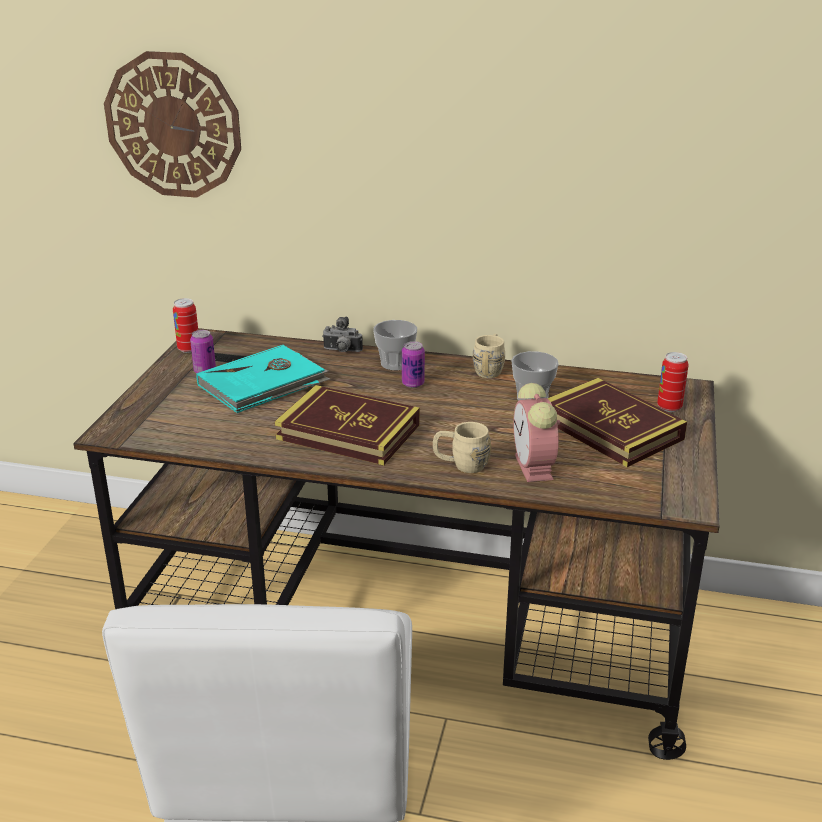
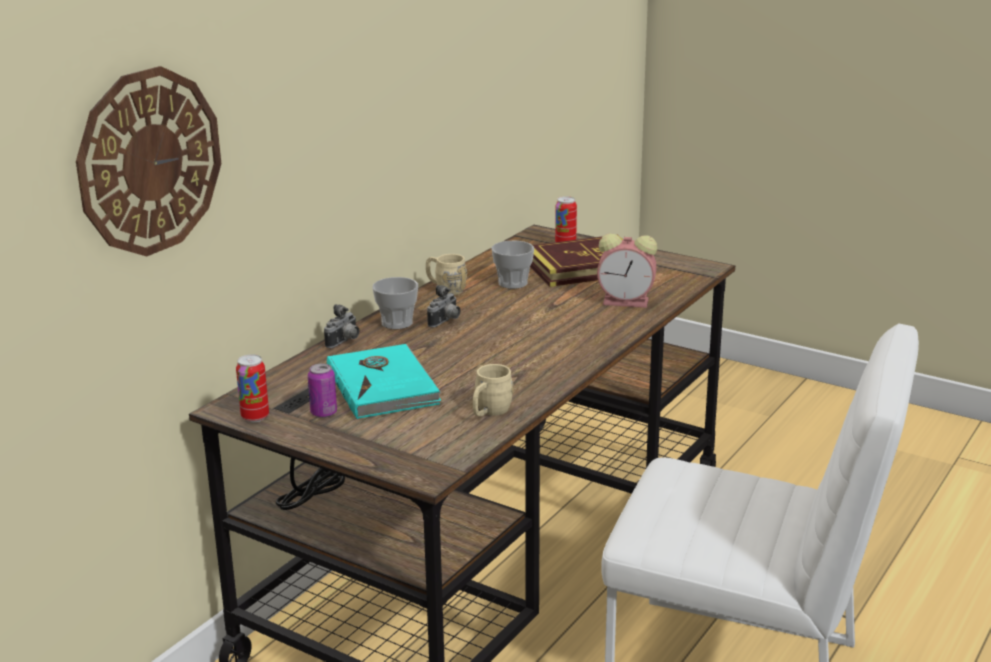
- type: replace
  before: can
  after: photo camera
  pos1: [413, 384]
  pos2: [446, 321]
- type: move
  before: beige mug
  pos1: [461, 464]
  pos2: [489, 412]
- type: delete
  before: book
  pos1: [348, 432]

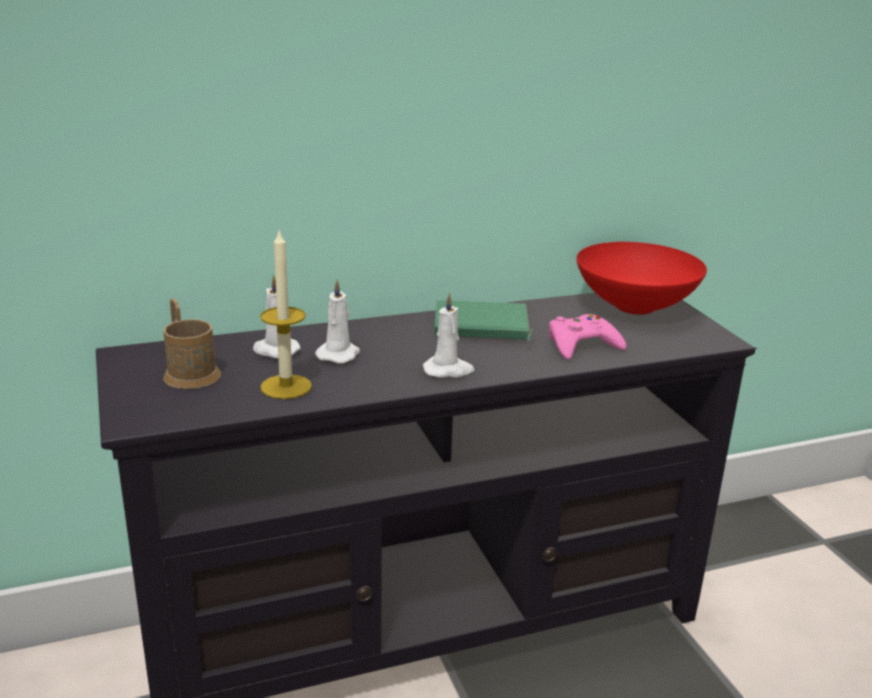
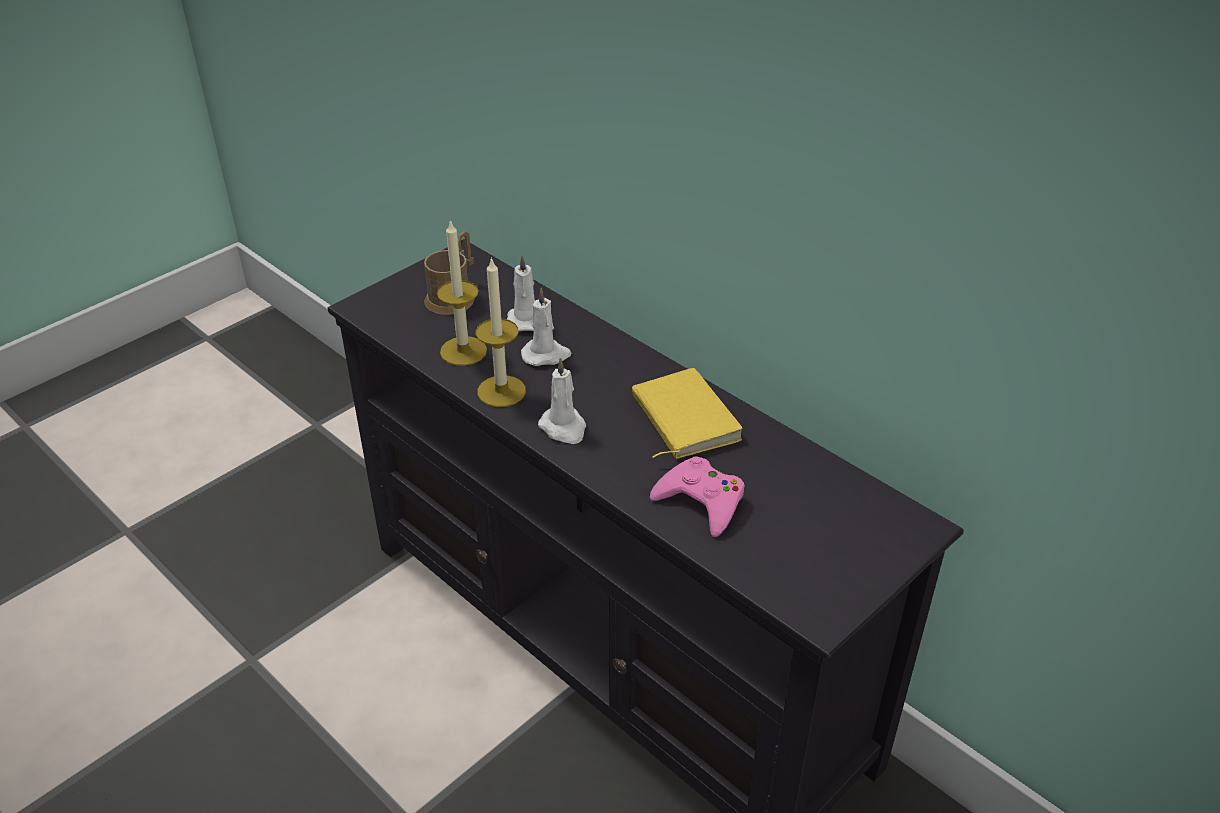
- type: insert
  after: candle
  pos2: [501, 391]
- type: recolor
  before: green book
  after: yellow book
  pos1: [481, 328]
  pos2: [681, 419]
- type: delete
  before: red bowl
  pos1: [636, 307]

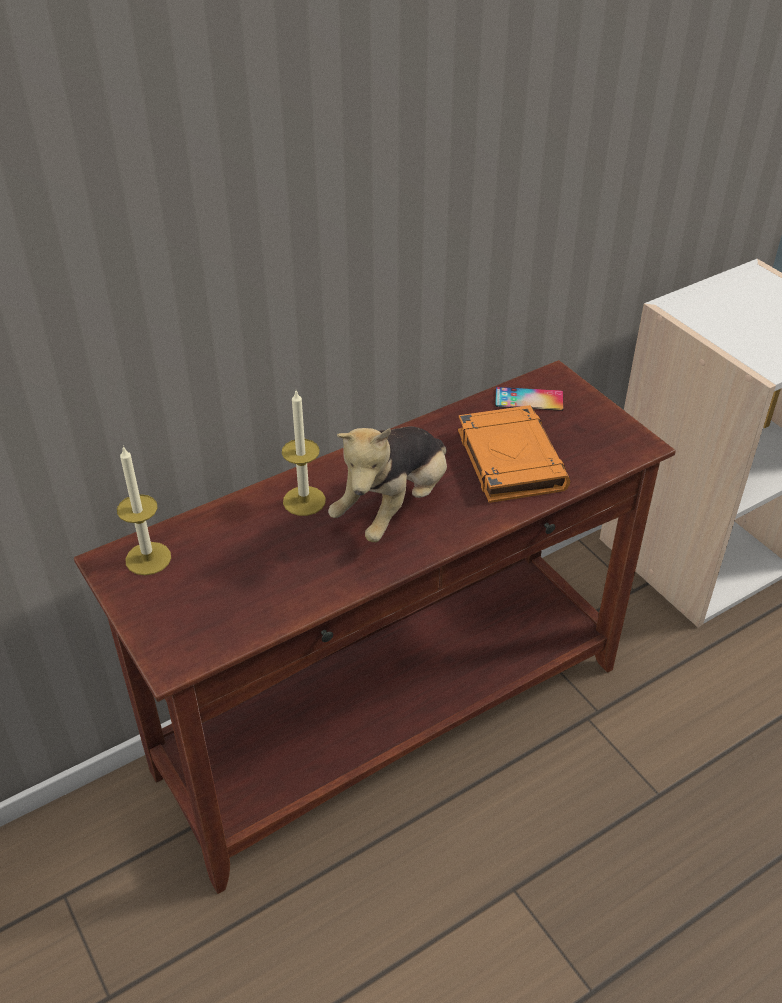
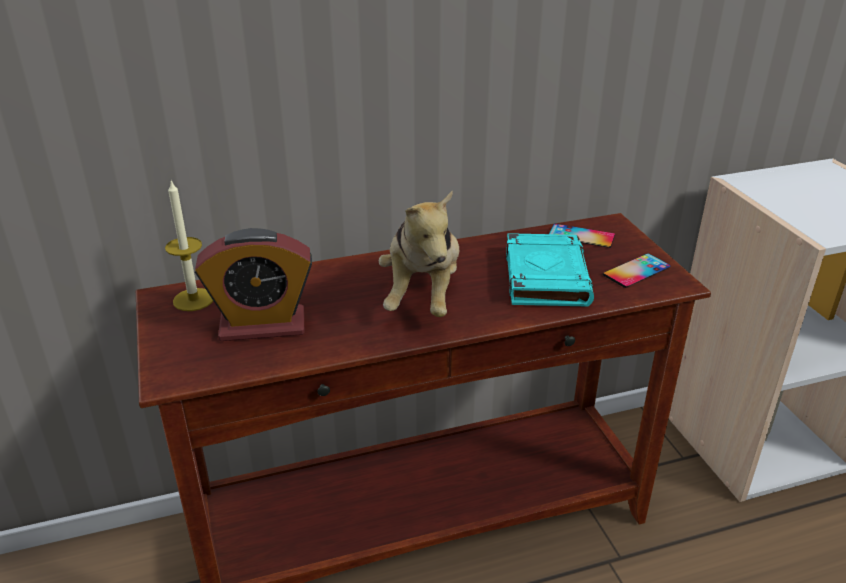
- type: insert
  after: alarm clock
  pos2: [262, 325]
- type: rotate
  before: plush toy
  pos1: [394, 507]
  pos2: [423, 295]
  turn: -45
- type: recolor
  before: orange book
  after: turquoise book
  pos1: [509, 459]
  pos2: [545, 276]
- type: insert
  after: phone
  pos2: [636, 271]
- type: delete
  before: candle
  pos1: [304, 501]

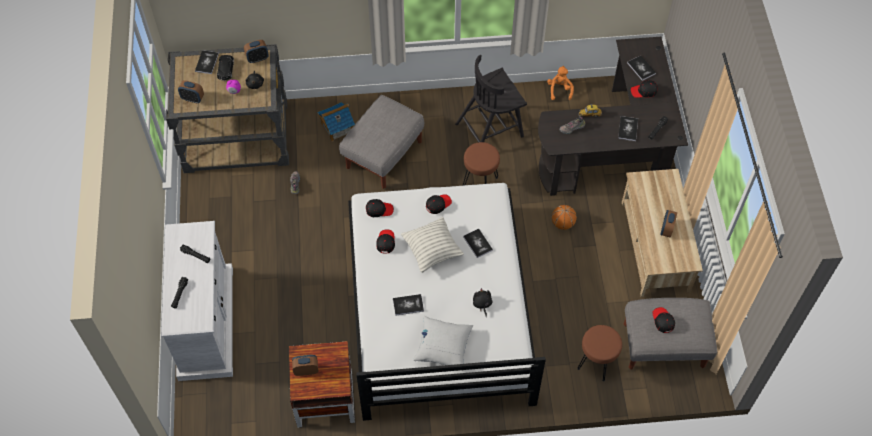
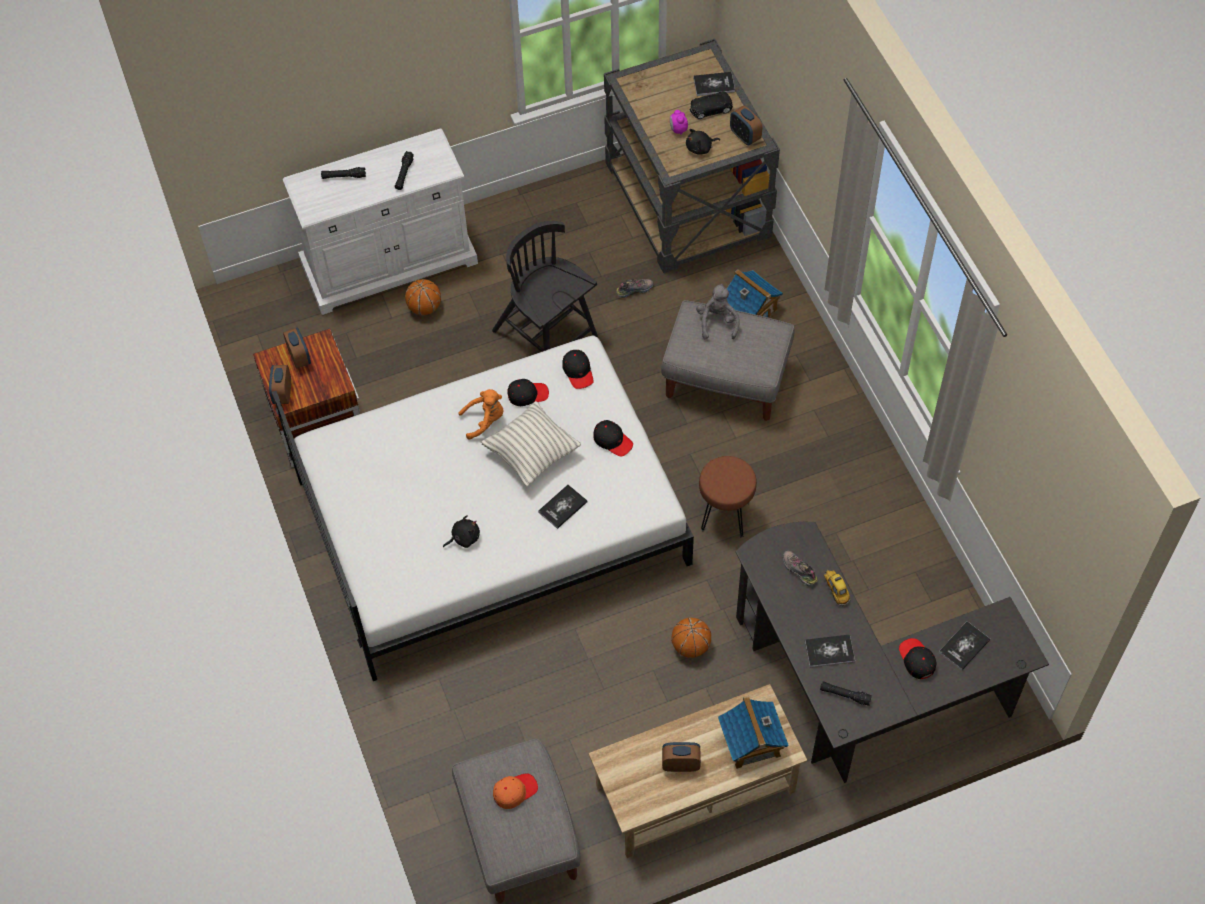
- type: move
  before: alarm clock
  pos1: [192, 99]
  pos2: [282, 394]
- type: insert
  after: basketball
  pos2: [424, 307]
- type: move
  before: orange plush toy
  pos1: [559, 90]
  pos2: [485, 420]
- type: move
  before: black chair
  pos1: [490, 129]
  pos2: [547, 336]
- type: recolor
  before: black cap
  after: orange cap
  pos1: [662, 321]
  pos2: [514, 791]
- type: insert
  after: grey plush toy
  pos2: [717, 322]
- type: insert
  after: toy house
  pos2: [751, 742]
- type: delete
  before: book
  pos1: [408, 305]
- type: delete
  before: grey pillow
  pos1: [443, 347]
- type: delete
  before: brown stool
  pos1: [596, 364]

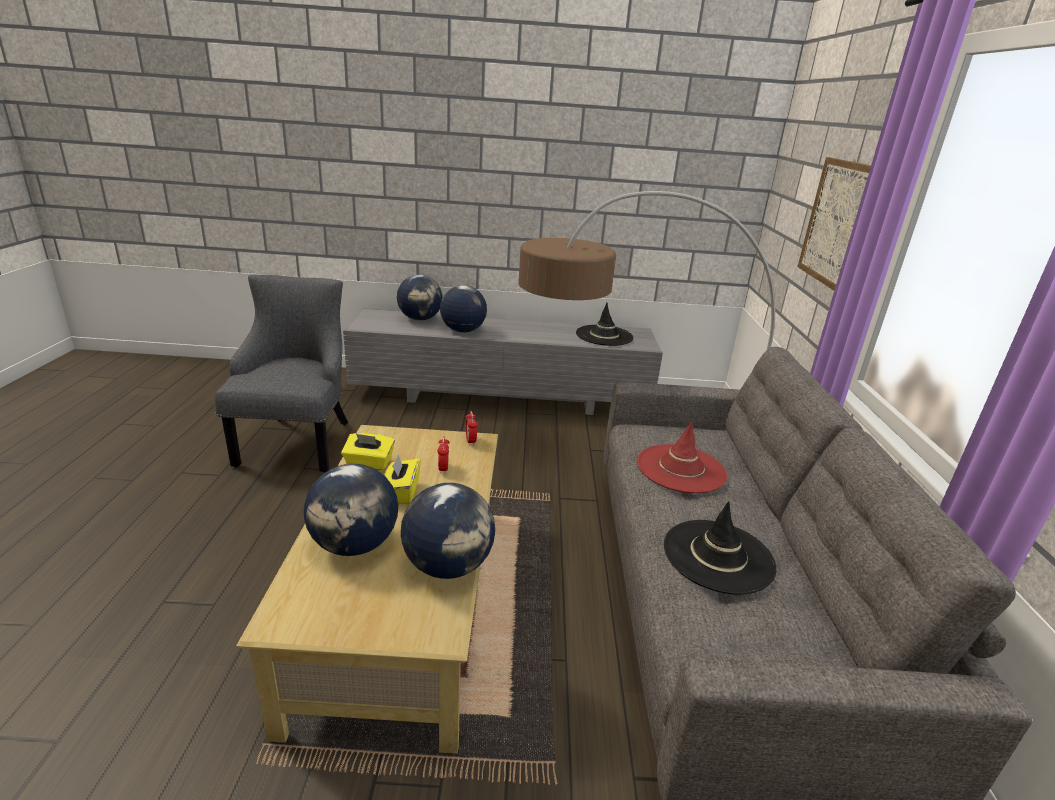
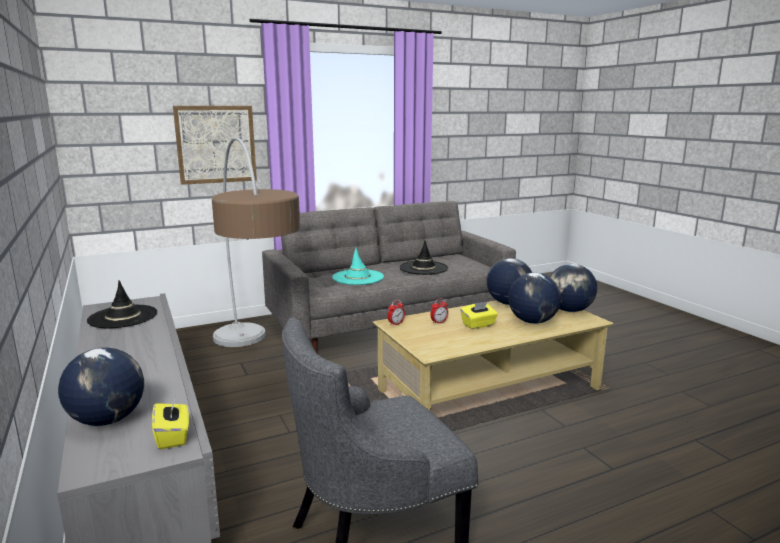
- type: move
  before: yellow tissue box
  pos1: [369, 464]
  pos2: [173, 437]
- type: recolor
  before: red hat
  after: turquoise hat
  pos1: [681, 469]
  pos2: [358, 277]
- type: move
  before: globe
  pos1: [462, 331]
  pos2: [569, 310]

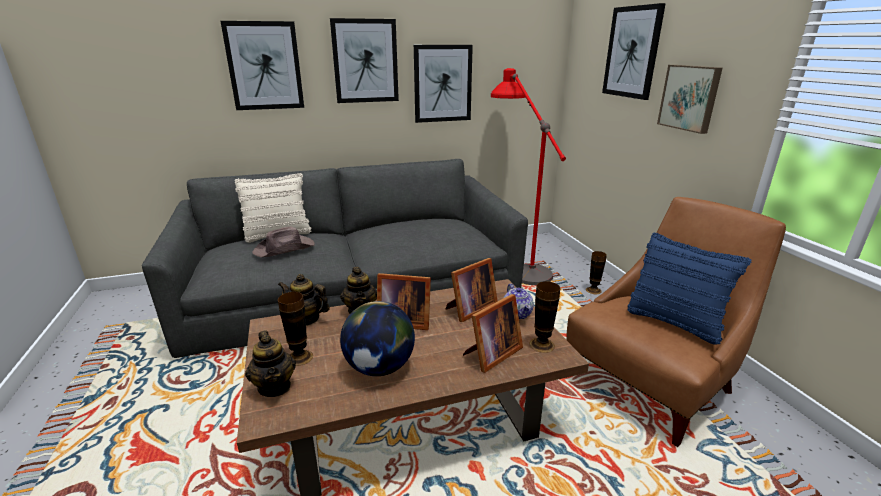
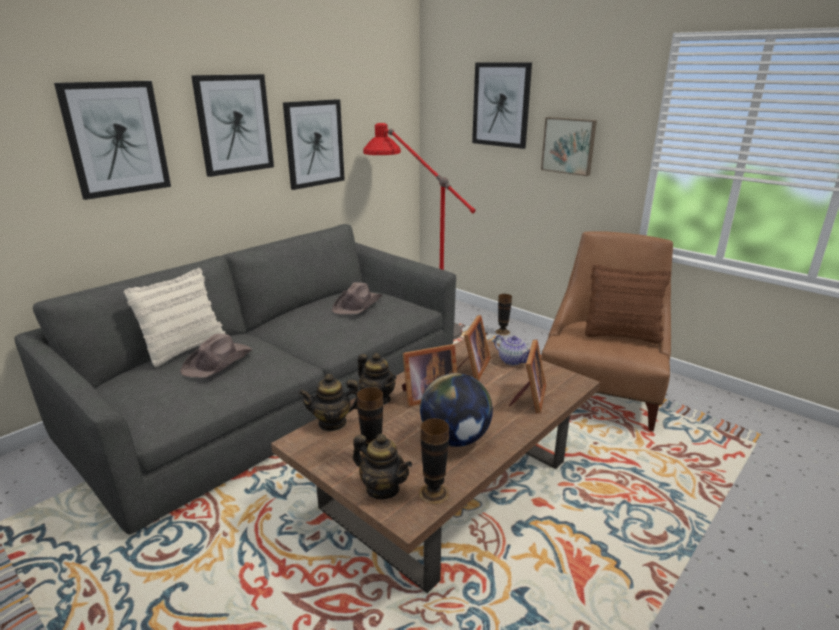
- type: insert
  after: brown hat
  pos2: [358, 304]
- type: move
  before: vase
  pos1: [542, 345]
  pos2: [434, 493]
- type: recolor
  before: blue pillow
  after: brown pillow
  pos1: [675, 323]
  pos2: [621, 335]

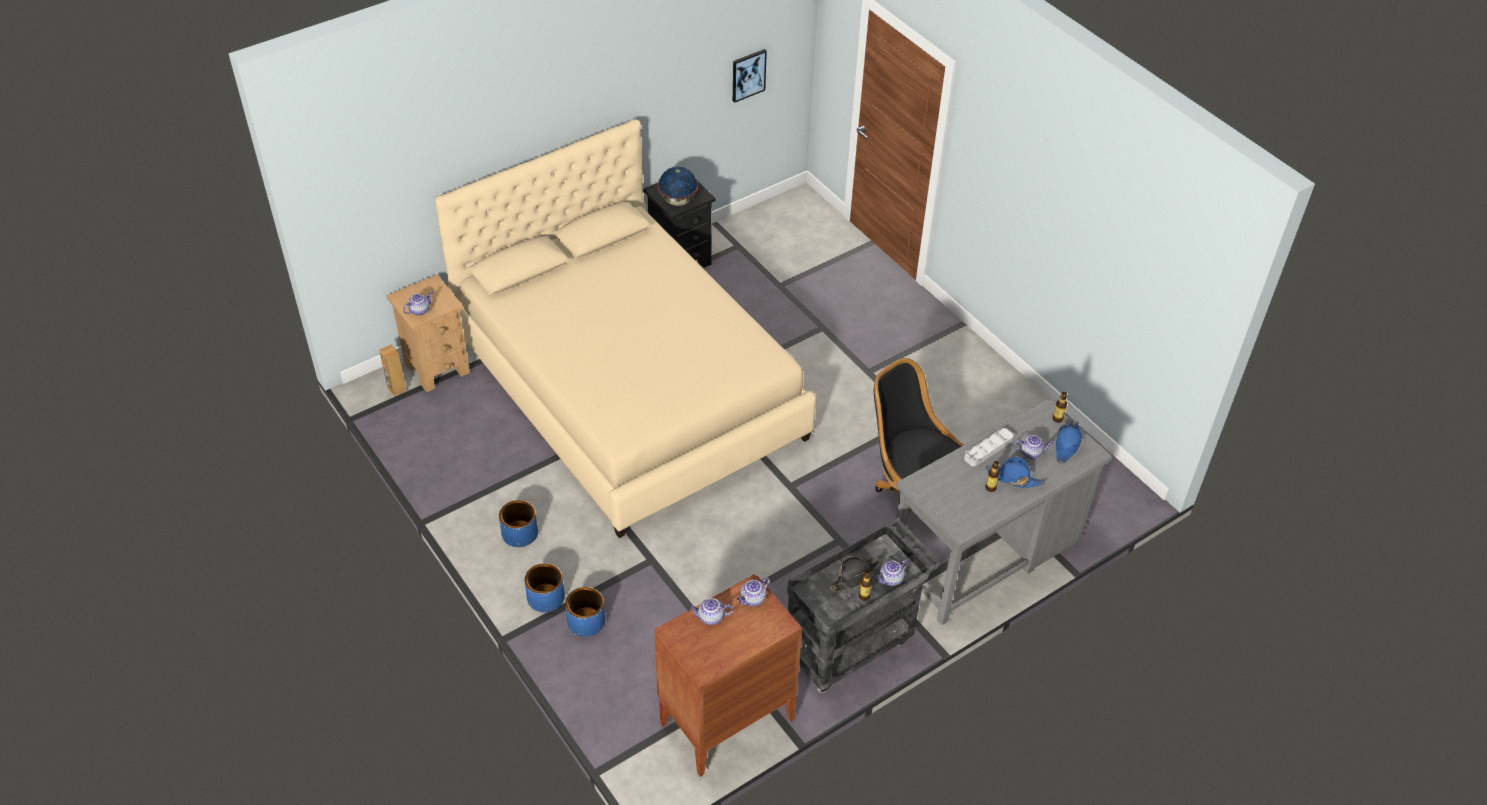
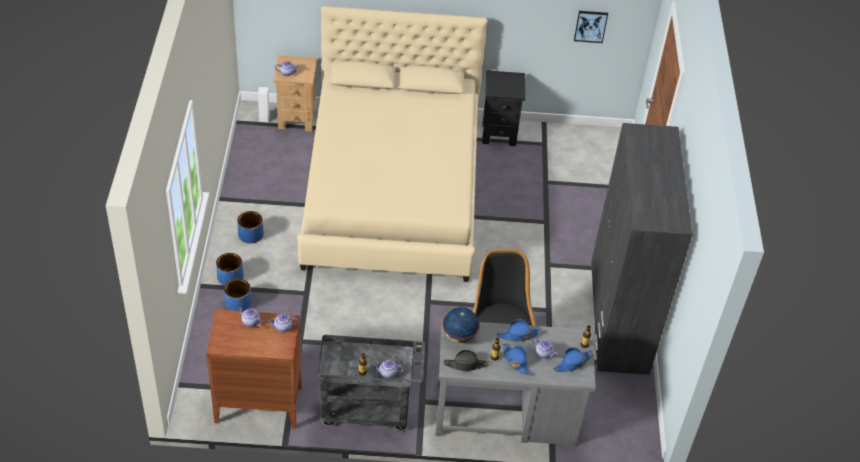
- type: recolor
  before: brown speaker
  after: white speaker
  pos1: [396, 389]
  pos2: [264, 118]
- type: move
  before: globe
  pos1: [677, 201]
  pos2: [459, 336]
- type: move
  before: black hat
  pos1: [854, 576]
  pos2: [466, 364]
- type: replace
  before: grey tray
  after: blue hat
  pos1: [988, 449]
  pos2: [518, 335]
- type: insert
  after: grey wardrobe
  pos2: [618, 318]

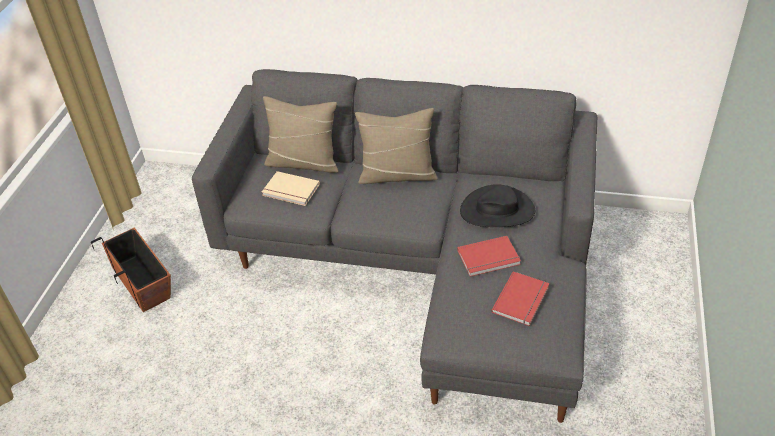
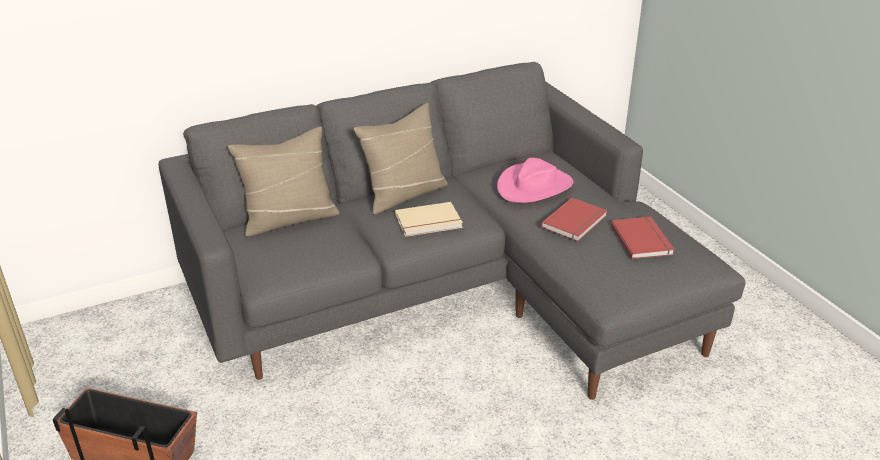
- type: move
  before: beige book
  pos1: [290, 191]
  pos2: [429, 222]
- type: recolor
  before: black hat
  after: pink hat
  pos1: [497, 210]
  pos2: [534, 186]

